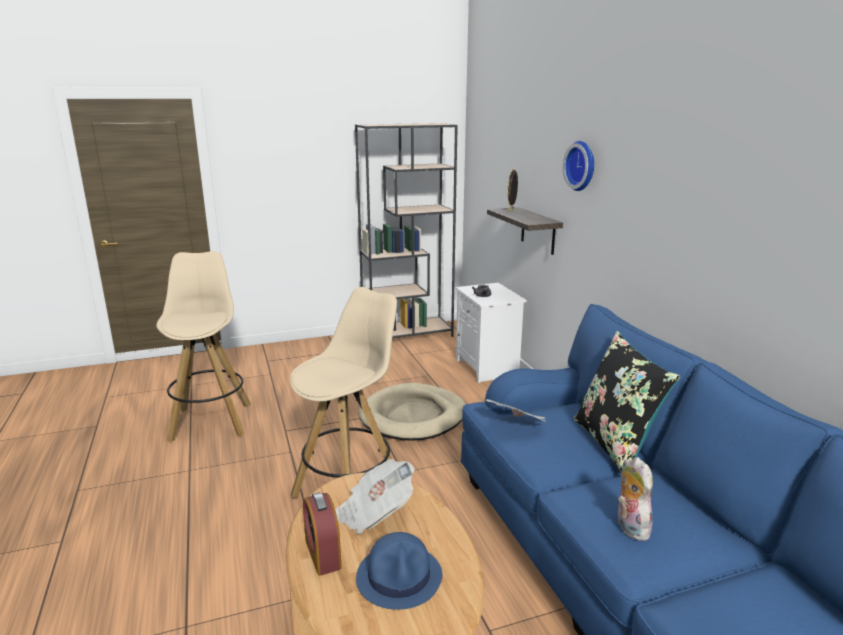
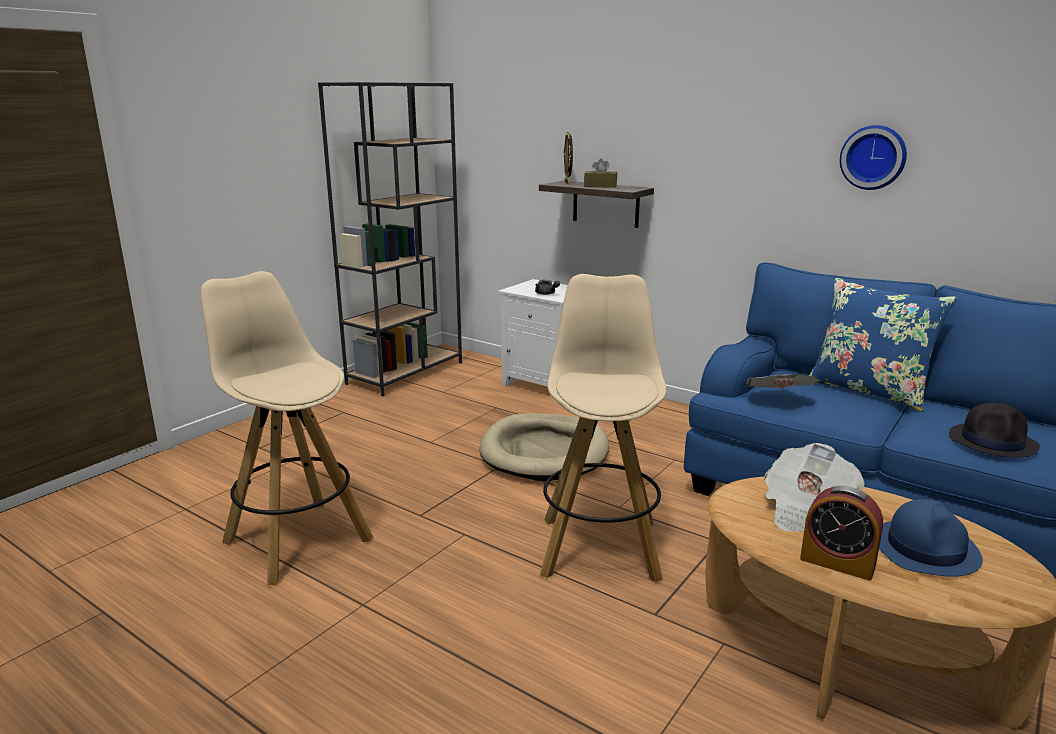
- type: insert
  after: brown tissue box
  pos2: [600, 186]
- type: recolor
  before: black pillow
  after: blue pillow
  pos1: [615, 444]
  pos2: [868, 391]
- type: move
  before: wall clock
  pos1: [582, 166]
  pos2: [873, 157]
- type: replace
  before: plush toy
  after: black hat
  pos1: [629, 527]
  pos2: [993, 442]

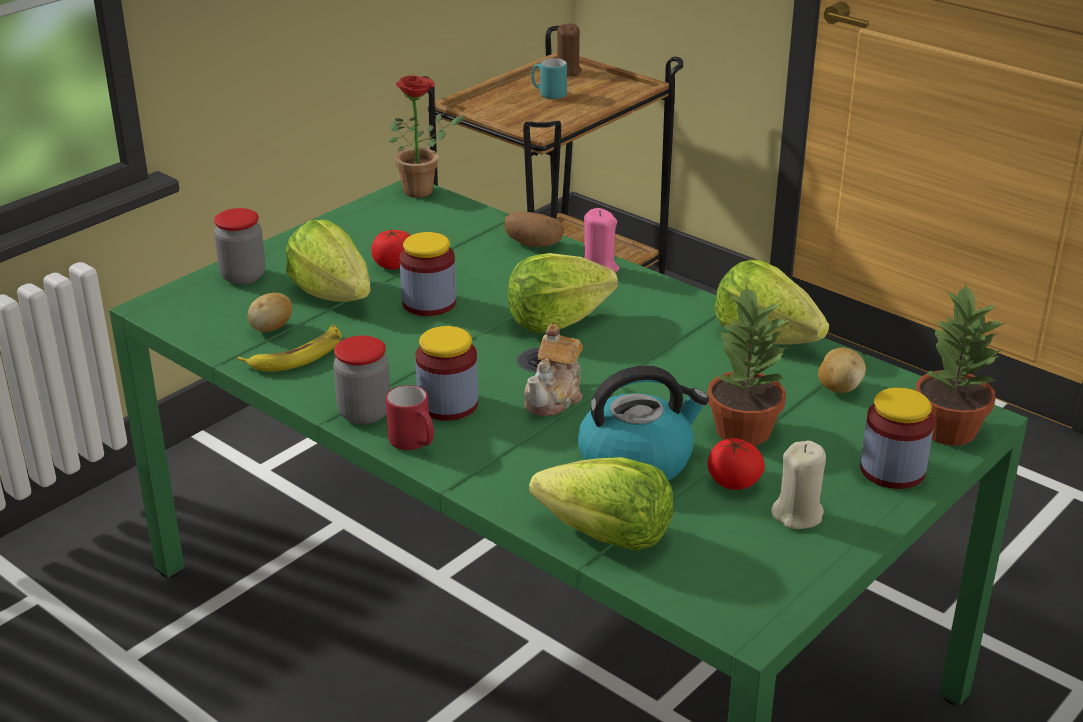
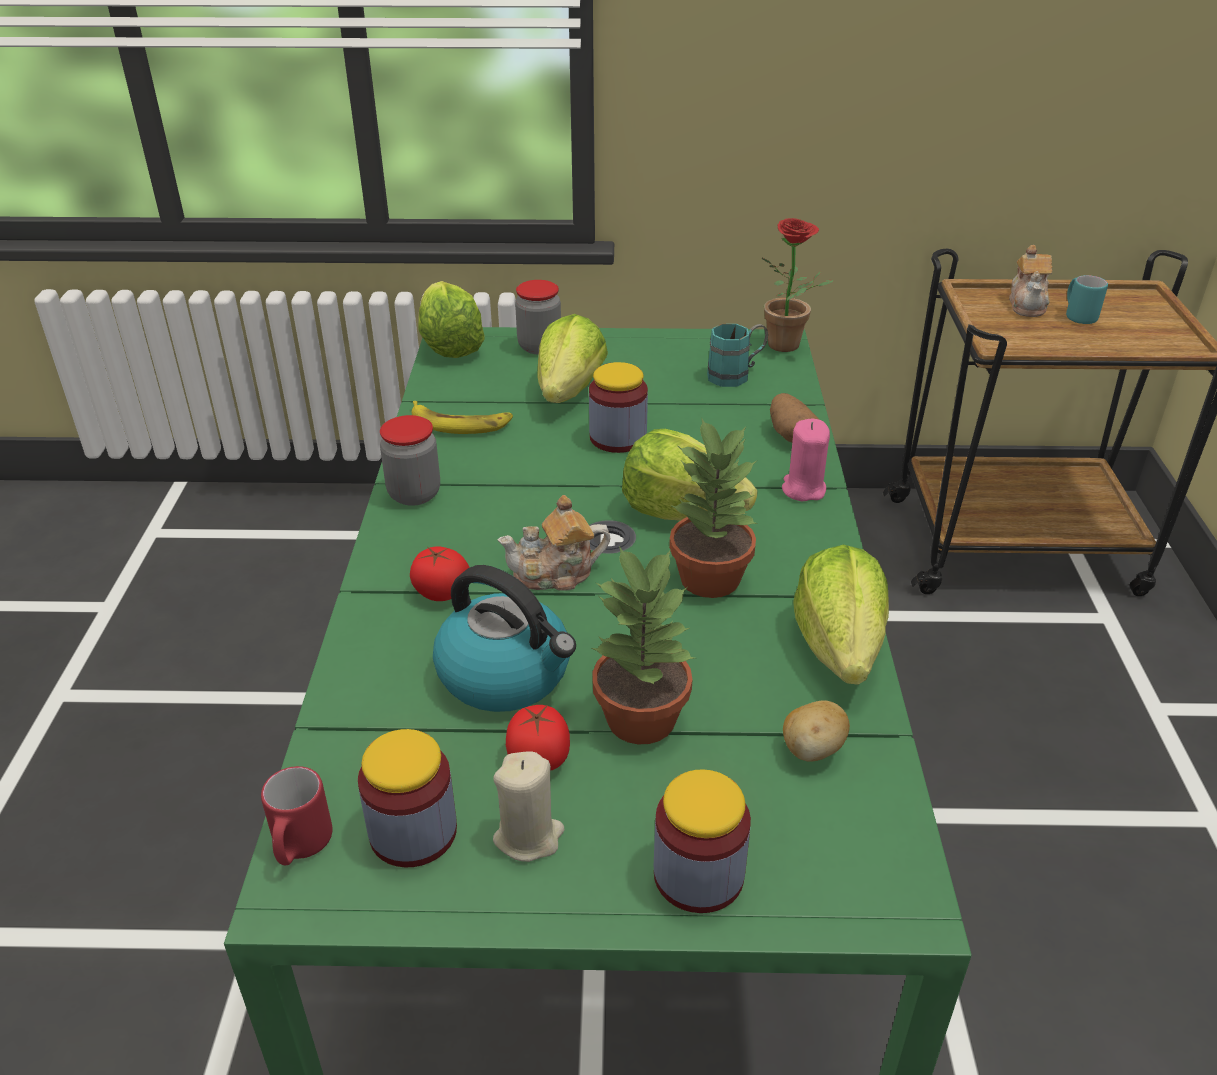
- type: move
  before: red mug
  pos1: [414, 444]
  pos2: [300, 847]
- type: move
  before: jar
  pos1: [448, 404]
  pos2: [413, 832]
- type: move
  before: tomato
  pos1: [394, 265]
  pos2: [441, 592]
- type: move
  before: lettuce
  pos1: [606, 536]
  pos2: [450, 345]
- type: move
  before: potted plant
  pos1: [947, 429]
  pos2: [710, 578]
- type: insert
  after: turquoise mug
  pos2: [736, 375]
- type: insert
  after: teapot
  pos2: [1027, 304]
- type: delete
  before: potato
  pos1: [271, 328]
- type: delete
  before: brown candle
  pos1: [567, 71]

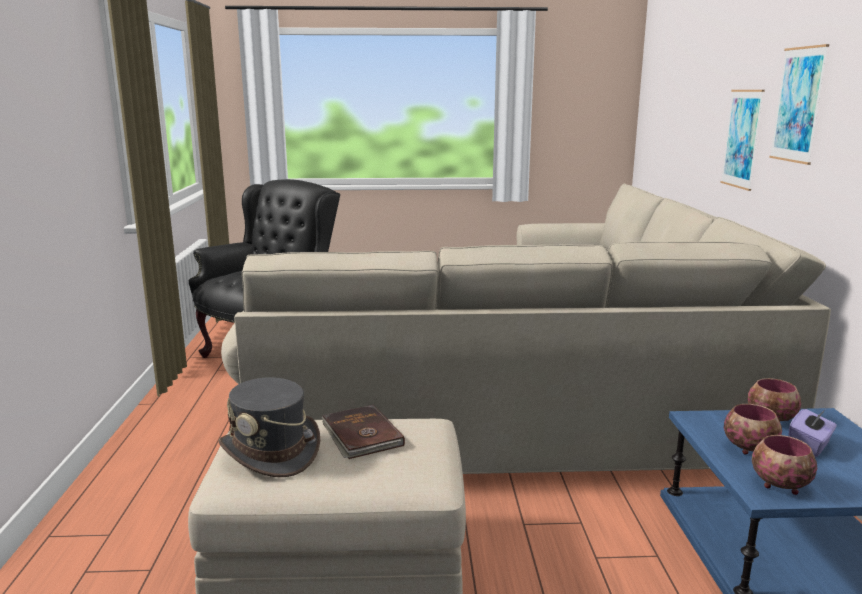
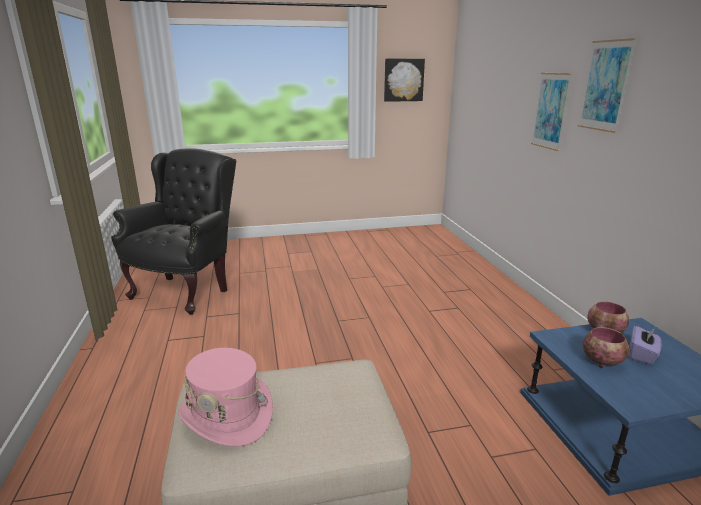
- type: recolor
  before: grey hat
  after: pink hat
  pos1: [271, 451]
  pos2: [227, 415]
- type: insert
  after: picture
  pos2: [403, 80]
- type: delete
  before: beige sofa
  pos1: [546, 394]
- type: delete
  before: brown book
  pos1: [361, 435]
- type: delete
  before: bowl
  pos1: [779, 485]

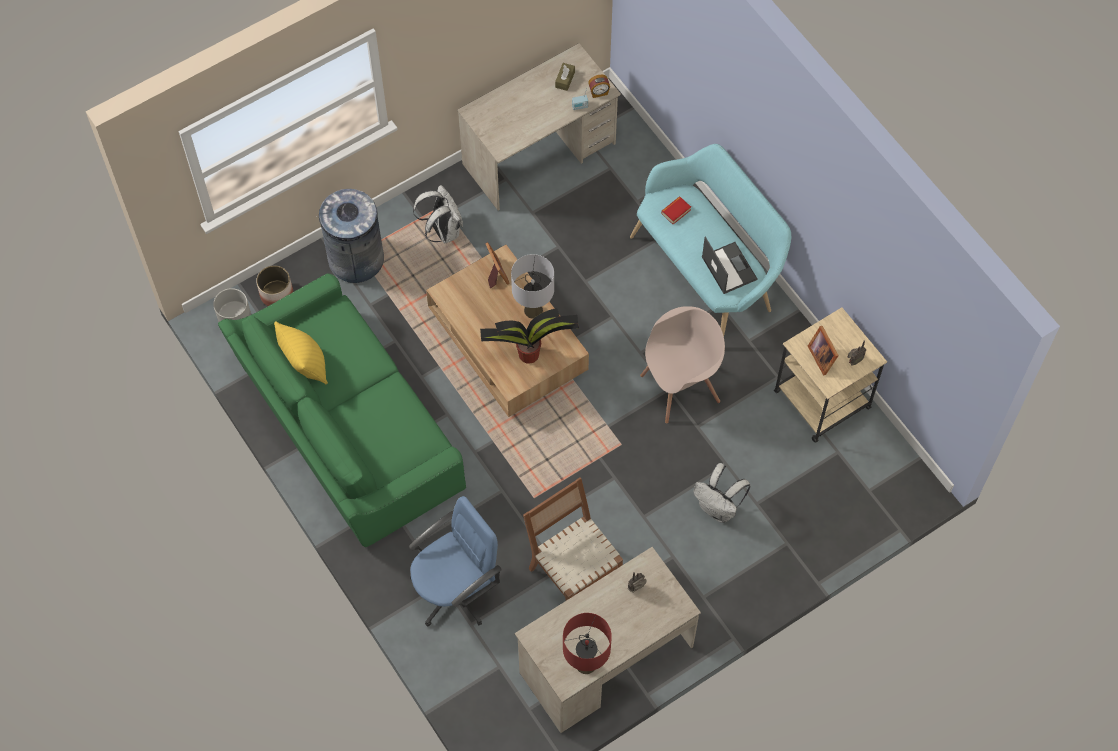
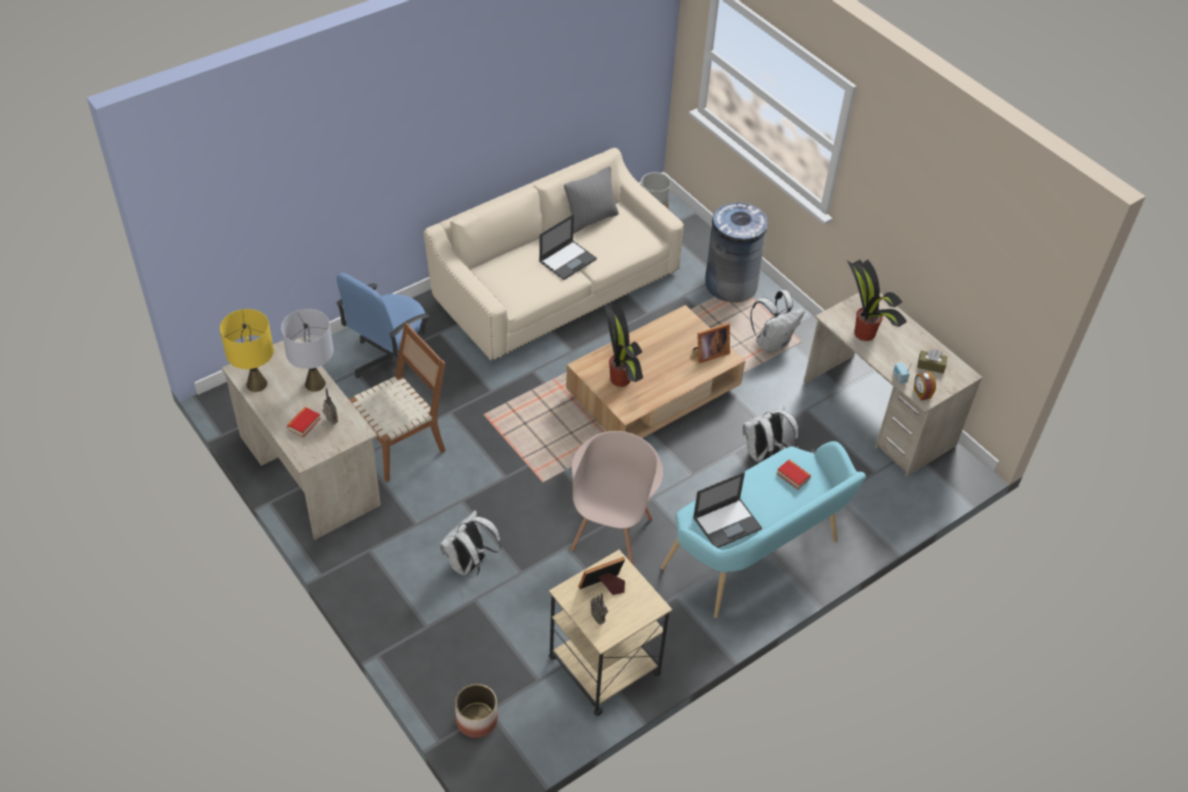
- type: recolor
  before: red table lamp
  after: yellow table lamp
  pos1: [585, 664]
  pos2: [256, 384]
- type: move
  before: grey table lamp
  pos1: [533, 310]
  pos2: [315, 383]
- type: insert
  after: book
  pos2: [304, 424]
- type: rotate
  before: blue office chair
  pos1: [456, 590]
  pos2: [391, 361]
  turn: 75
- type: recolor
  before: green sofa
  after: beige sofa
  pos1: [348, 426]
  pos2: [556, 285]
- type: move
  before: planter
  pos1: [276, 294]
  pos2: [477, 719]
- type: insert
  after: laptop
  pos2: [568, 260]
- type: recolor
  before: yellow pillow
  after: grey pillow
  pos1: [305, 365]
  pos2: [591, 219]
- type: rotate
  before: beige chair
  pos1: [681, 388]
  pos2: [611, 533]
  turn: -135
- type: insert
  after: white backpack
  pos2: [764, 454]
- type: insert
  after: potted plant
  pos2: [864, 332]

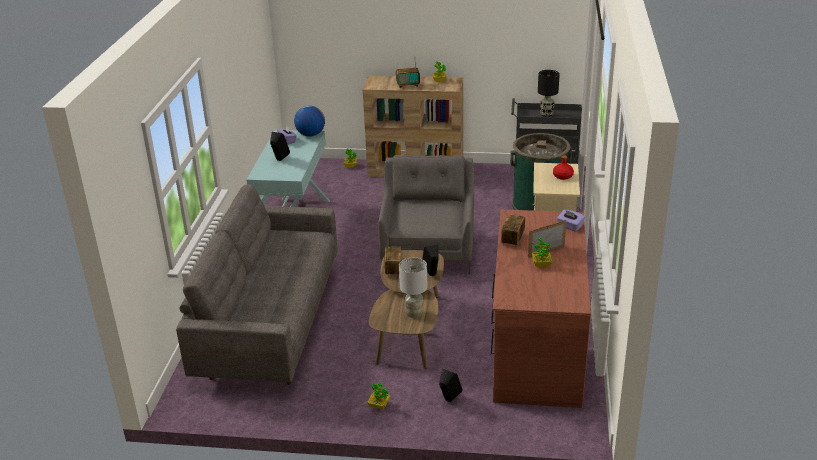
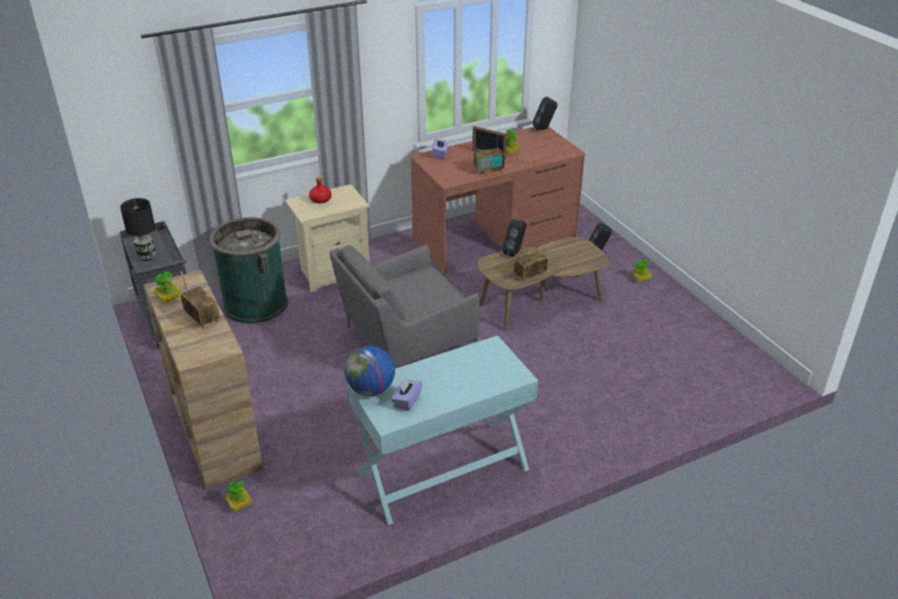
- type: move
  before: black speaker
  pos1: [280, 160]
  pos2: [544, 129]
- type: delete
  before: grey sofa
  pos1: [269, 322]
- type: delete
  before: grey table lamp
  pos1: [414, 313]

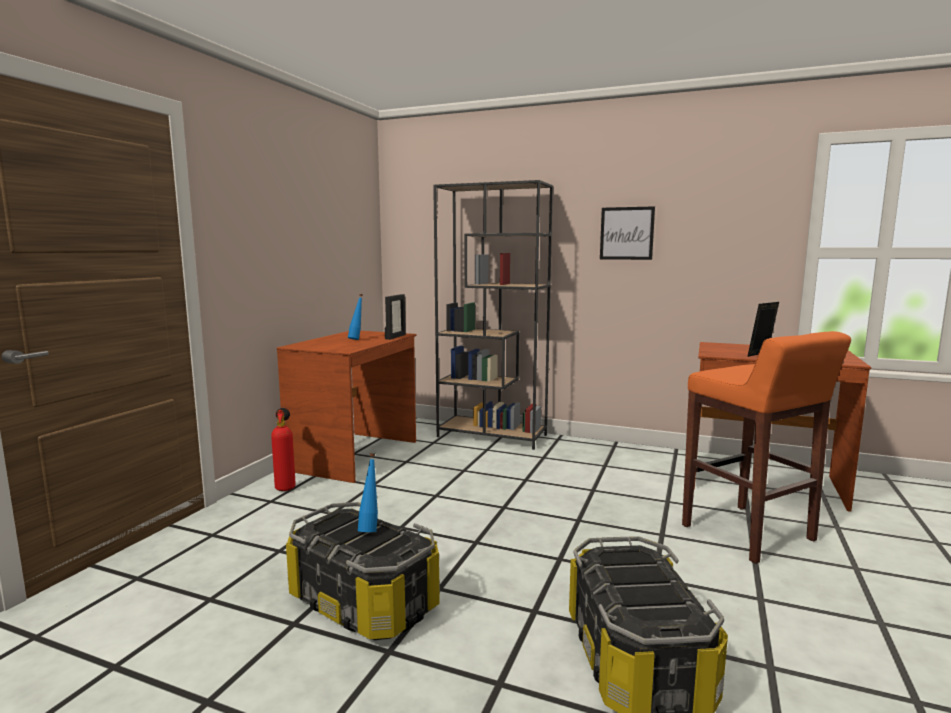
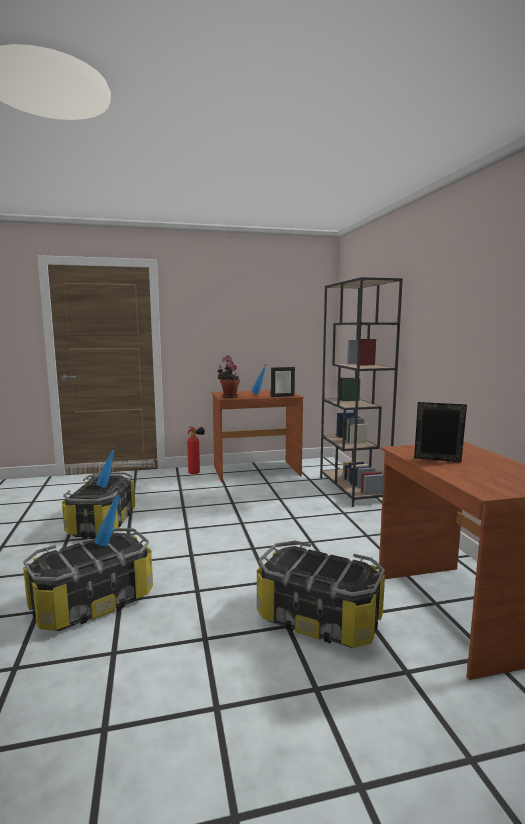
- type: insert
  after: blue bottle
  pos2: [109, 543]
- type: insert
  after: potted plant
  pos2: [229, 397]
- type: replace
  before: orange stool
  after: storage box
  pos1: [749, 534]
  pos2: [318, 619]
- type: delete
  before: picture
  pos1: [626, 233]

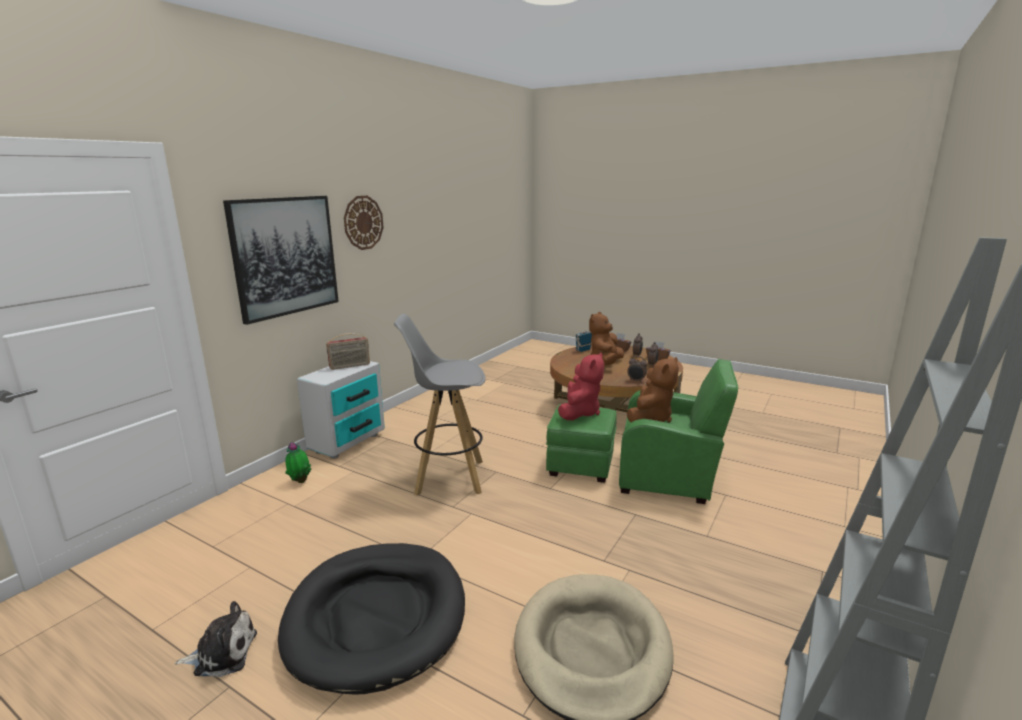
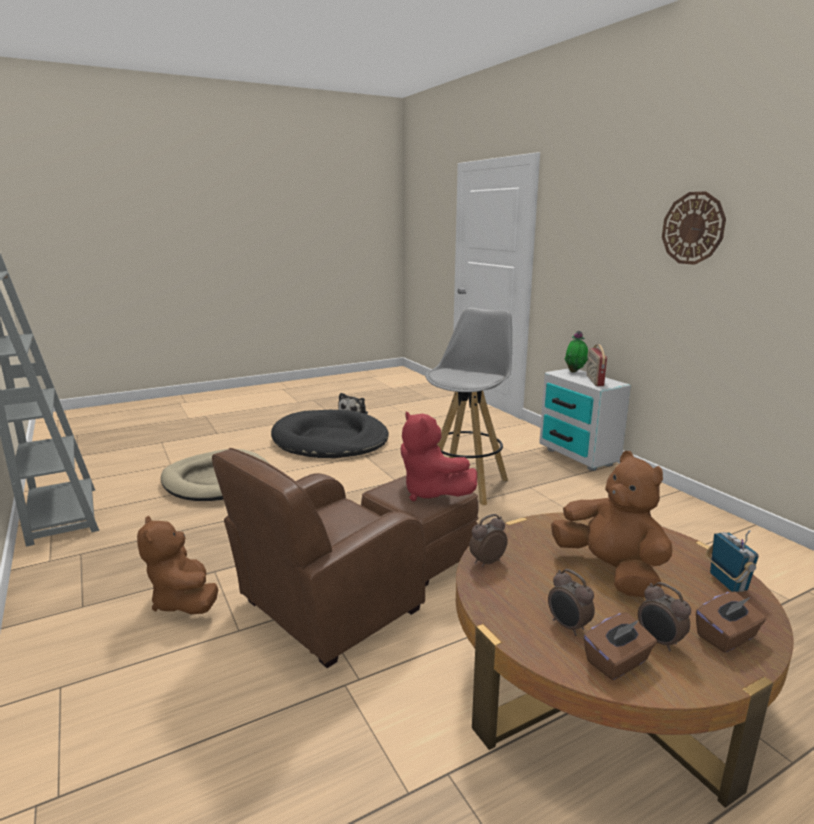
- type: move
  before: brown plush toy
  pos1: [650, 418]
  pos2: [184, 601]
- type: recolor
  before: green armchair
  after: brown armchair
  pos1: [640, 472]
  pos2: [358, 591]
- type: move
  before: potted plant
  pos1: [300, 481]
  pos2: [575, 372]
- type: delete
  before: picture
  pos1: [285, 256]

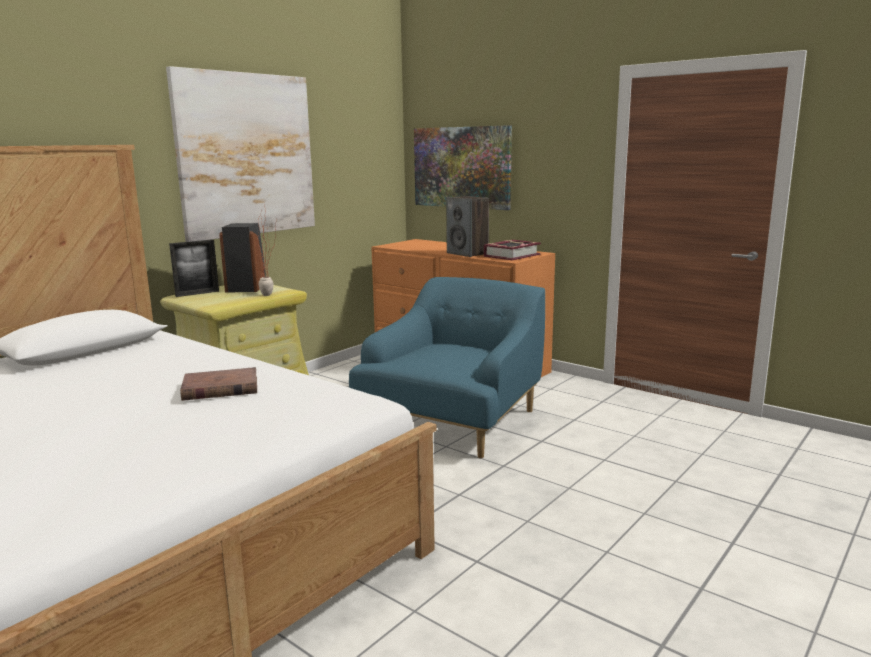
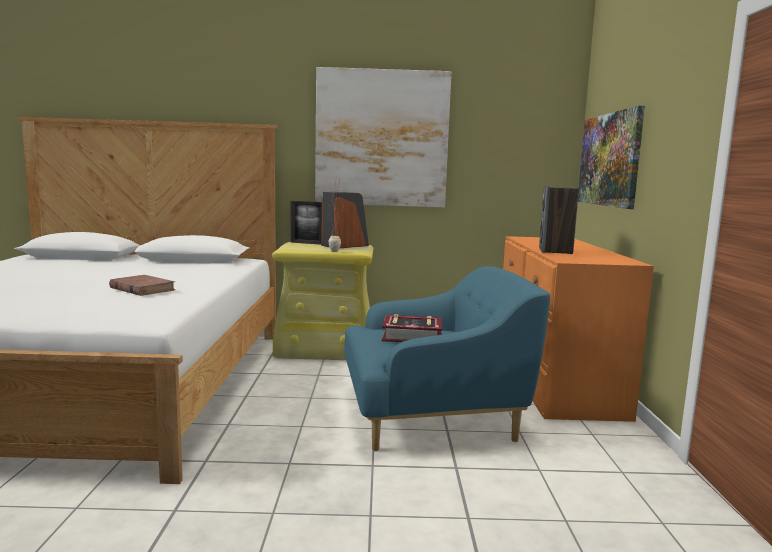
- type: move
  before: book
  pos1: [511, 255]
  pos2: [412, 336]

